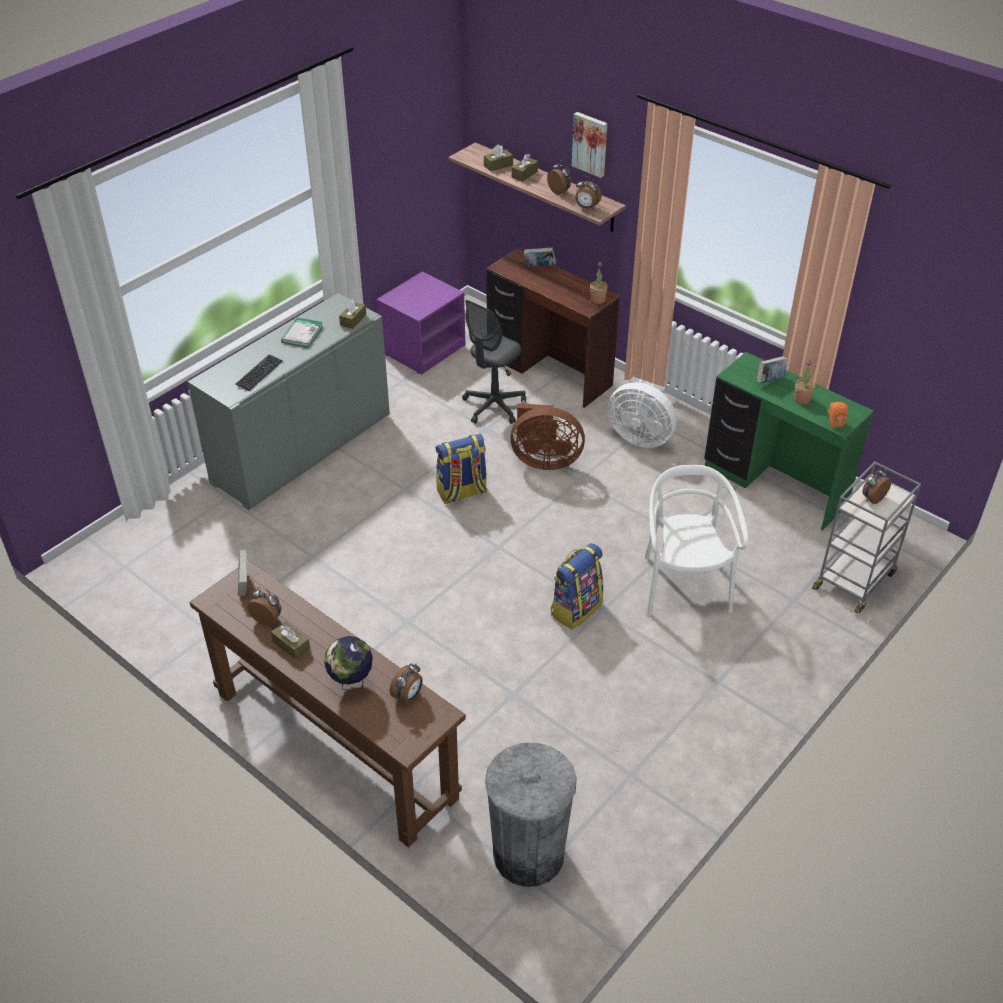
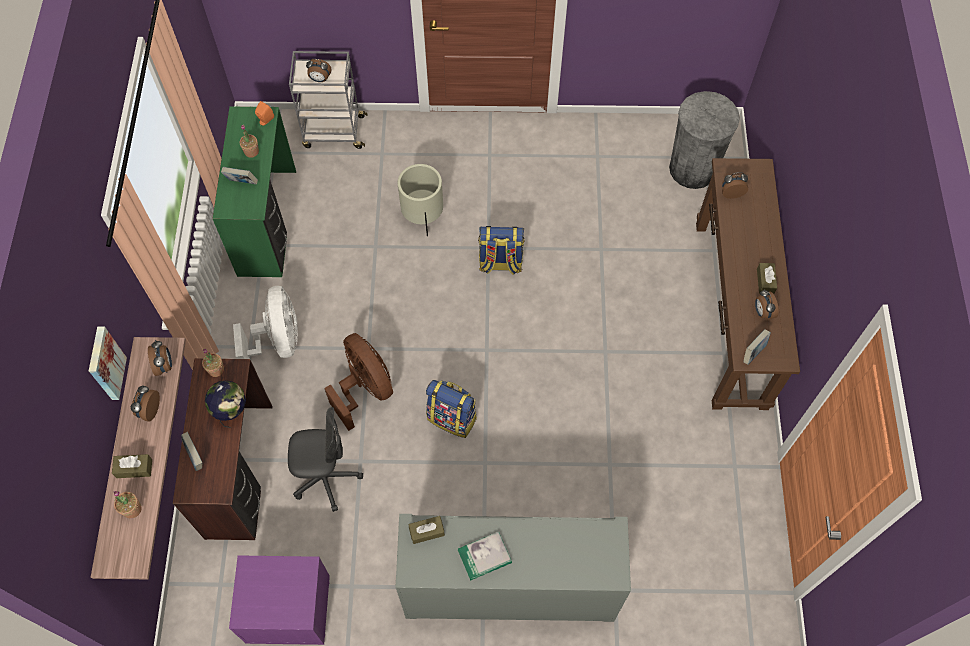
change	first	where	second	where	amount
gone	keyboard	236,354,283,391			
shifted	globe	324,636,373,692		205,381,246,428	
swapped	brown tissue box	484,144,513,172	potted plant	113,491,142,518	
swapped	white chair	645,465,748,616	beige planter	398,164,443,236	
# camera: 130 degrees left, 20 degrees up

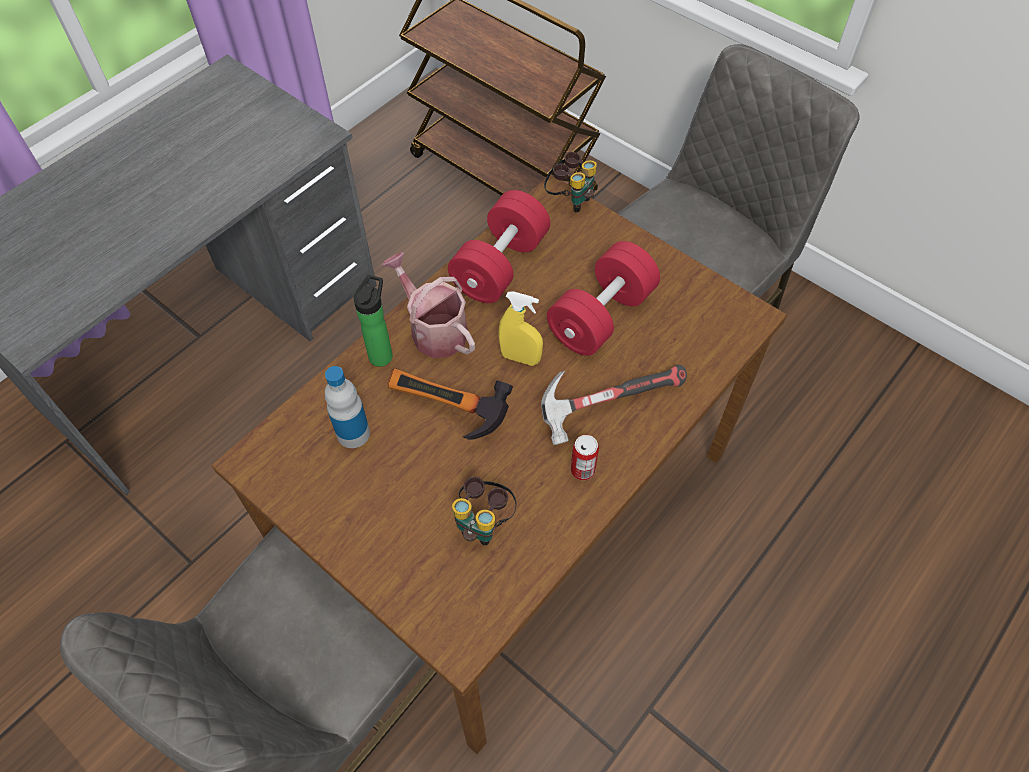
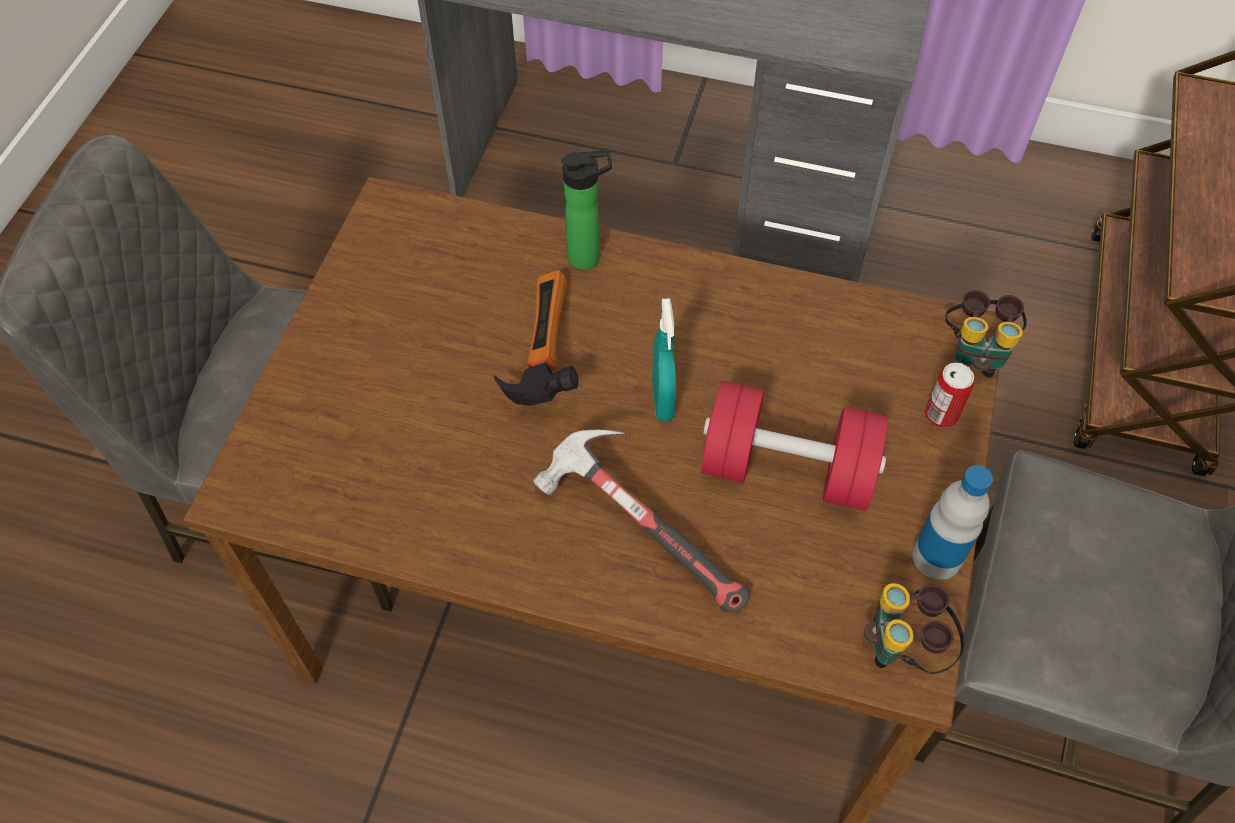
change	first	where	second	where	amount
gone	watering can	382,252,475,358			
gone	red dumbbell	448,190,550,303			
shifted	bottle	325,366,370,448		912,465,993,580	
shifted	binoculars	452,477,516,545		863,583,965,674	
shifted	can	571,435,599,480		925,363,974,428	
repainted	yellow spray bottle	498,291,543,366	turquoise spray bottle	652,298,676,422	
# camera: 65 degrees right, 0 degrees up

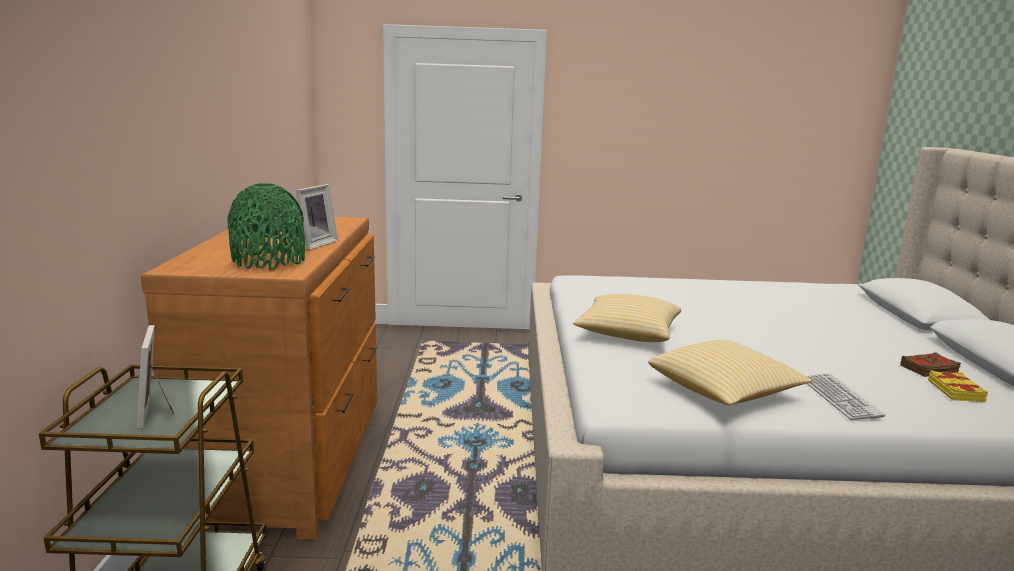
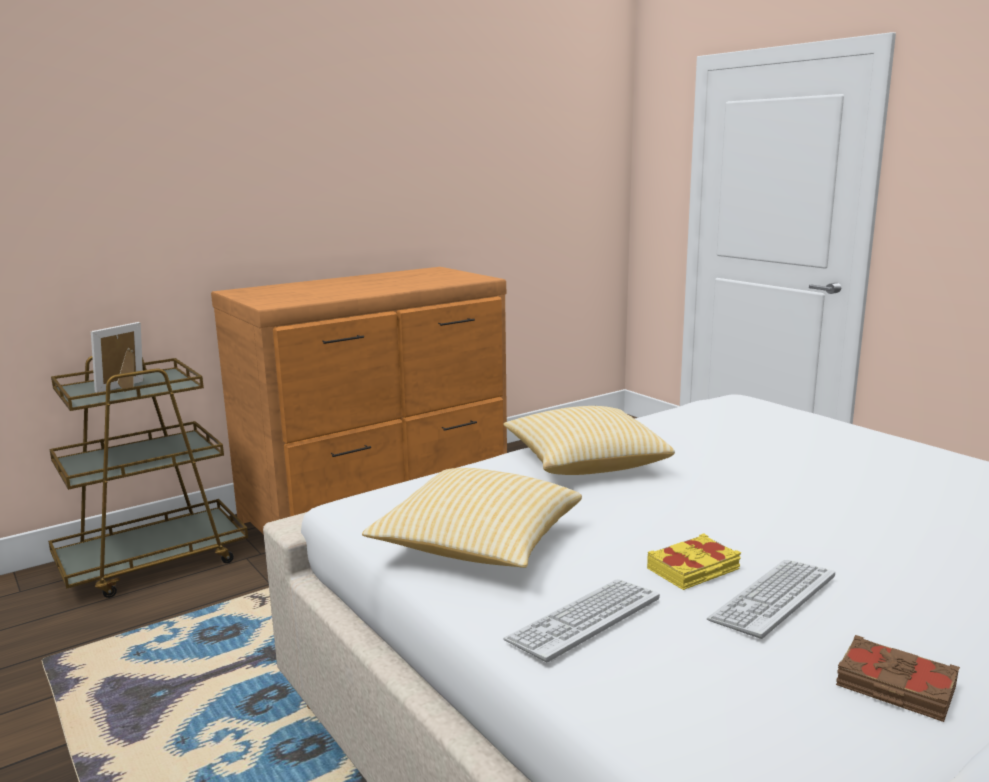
change	first	where	second	where	amount
gone	green vase	228,183,305,270			
gone	picture frame	296,184,338,250			
new			keyboard	707,560,835,639	
shifted	yellow book	928,370,988,402		647,533,741,590	
# camera: 55 degrees right, 0 degrees up

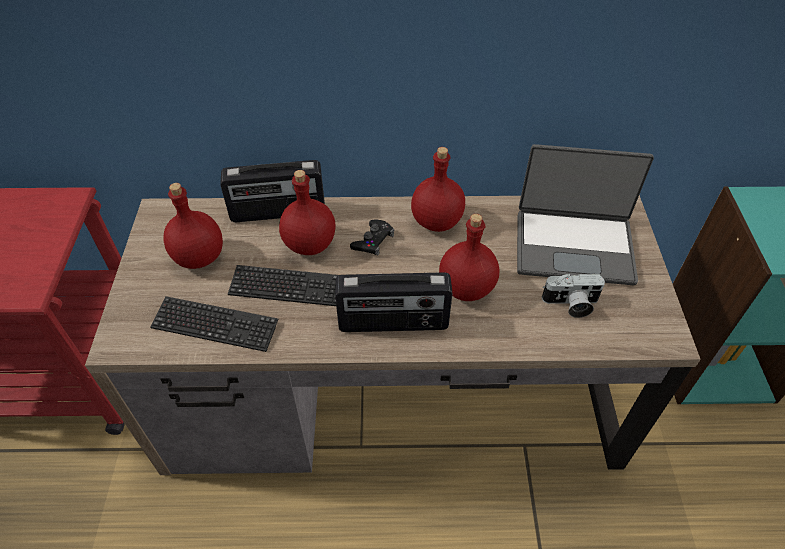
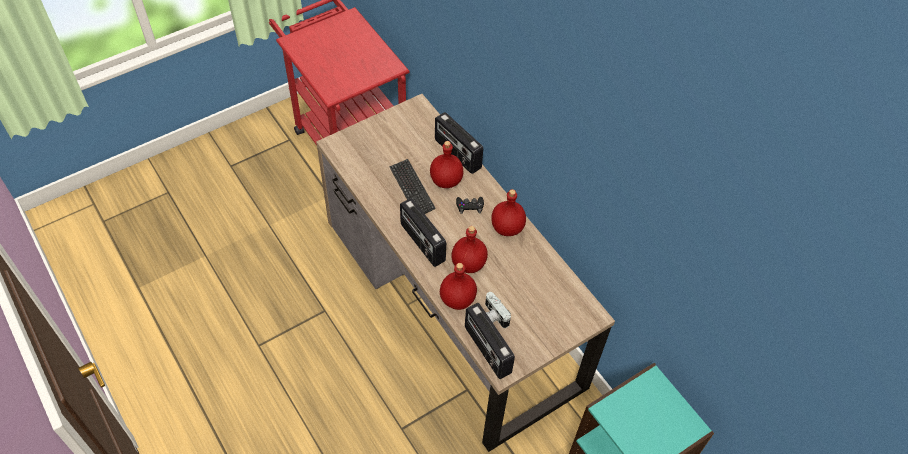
change	first	where	second	where	amount
gone	keyboard	150,296,278,352			
gone	laptop	517,144,654,285			
new			radio	465,303,515,379	
shifted	red bottle	164,183,223,269		440,263,477,310	
# camera: 55 degrees right, 5 degrees up

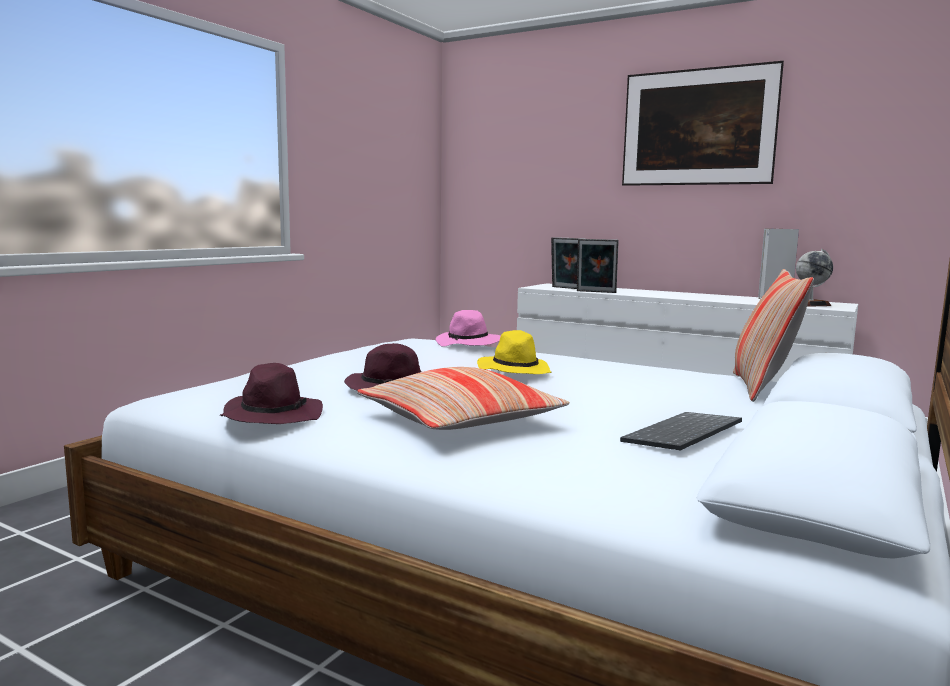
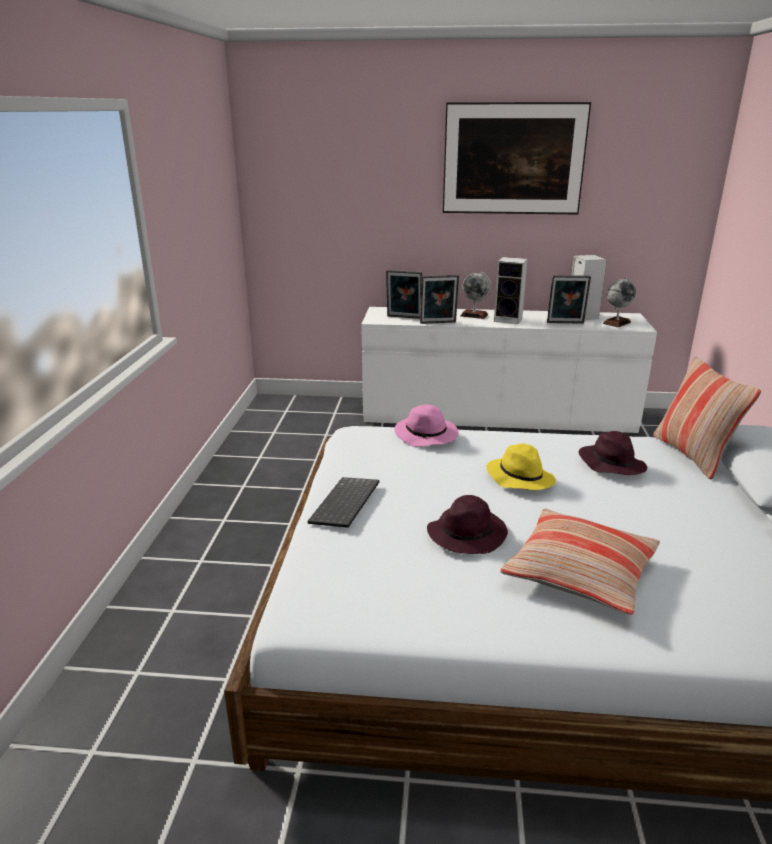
change	first	where	second	where	amount
new			globe	460,272,491,319	
new			speaker	494,257,527,324	
new			picture frame	547,275,591,324	
shifted	purple hat	220,363,323,424		579,431,647,475	
shifted	keyboard	620,412,742,451		307,477,379,528	
# camera: 25 degrees left, 15 degrees up

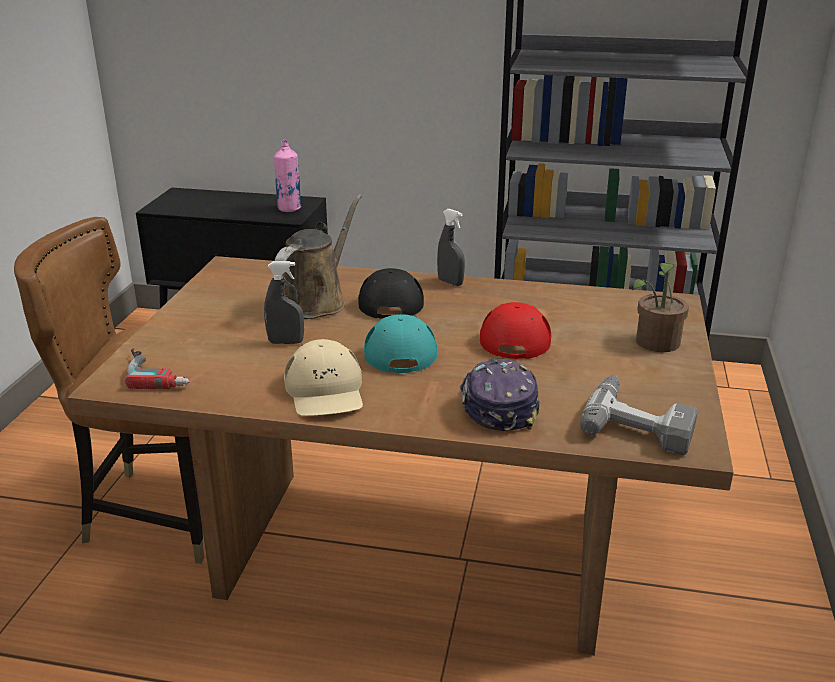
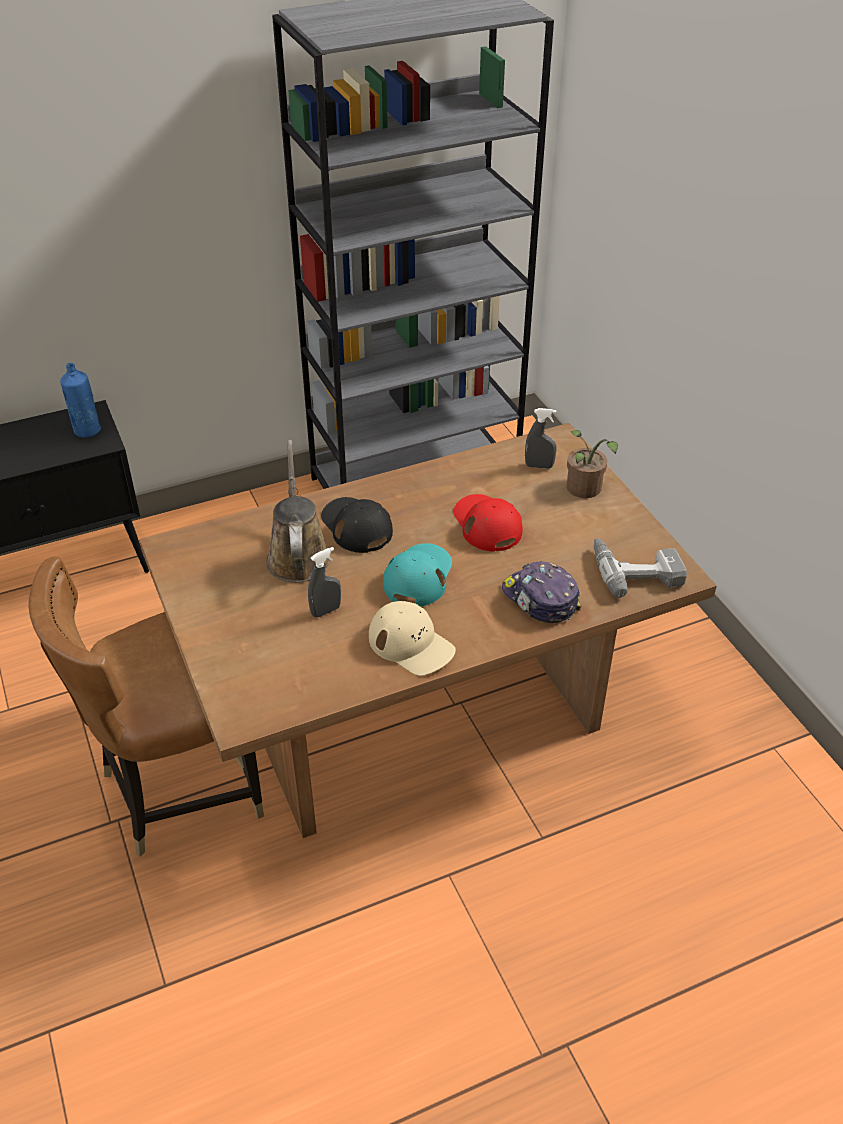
change	first	where	second	where	amount
gone	power drill	125,348,190,389			
shifted	grey spray bottle	437,209,465,286		525,408,557,469	
repainted	pink bottle	274,140,301,212	blue bottle	60,363,101,438	
rotated	turquoise cap	364,314,437,373		383,543,452,607	60 degrees clockwise
# camera: 35 degrees left, 15 degrees up

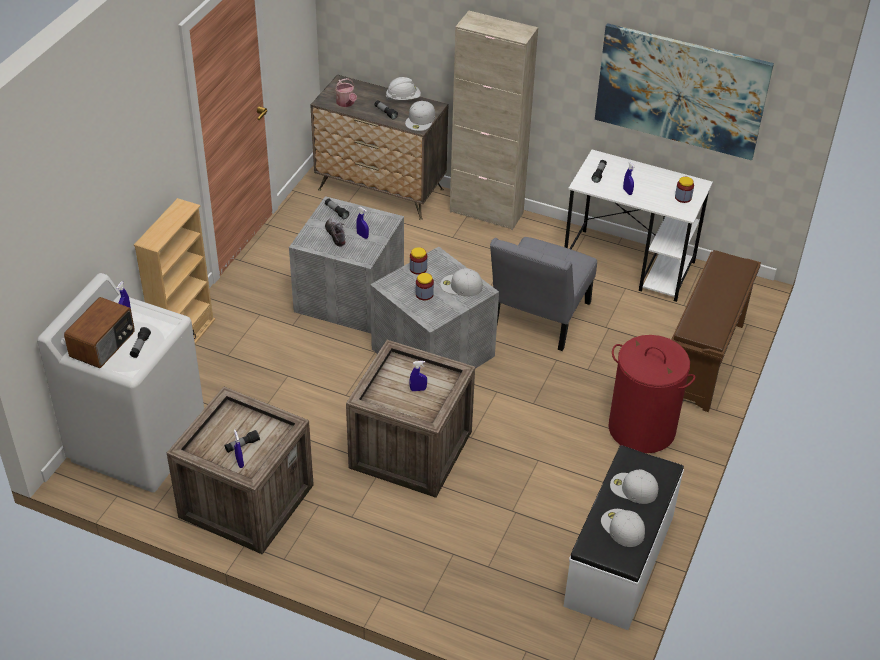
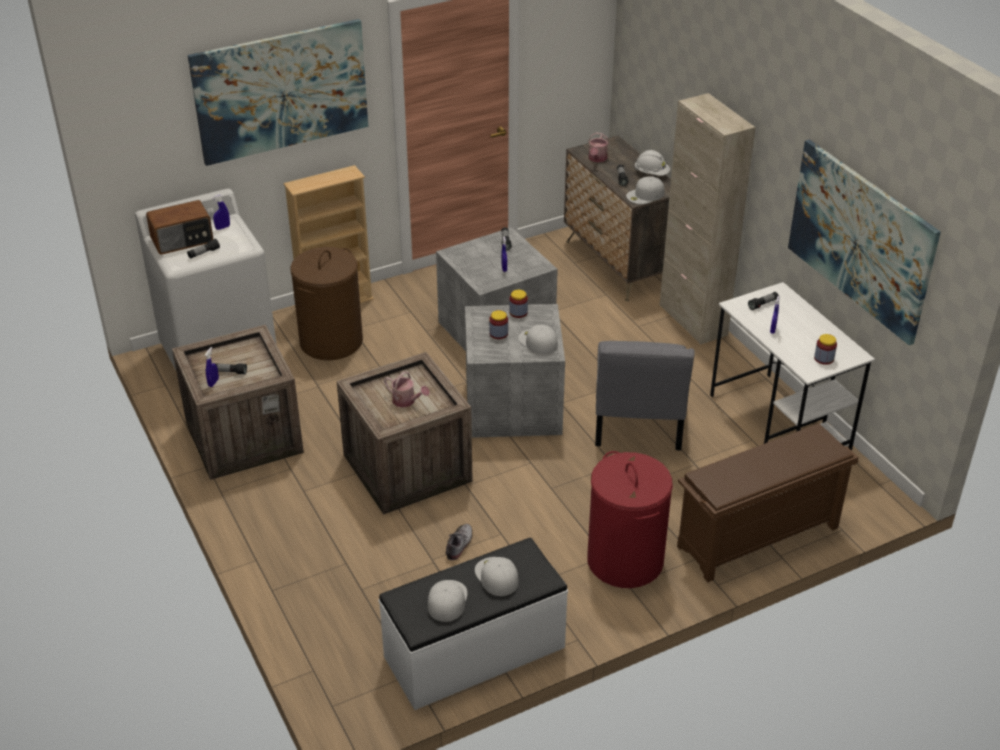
change	first	where	second	where	amount
new			picture	188,19,368,166	
new			brown laundry basket	290,247,363,360	
shifted	shoe	325,218,345,247		446,524,472,560	
swapped	blue spray bottle	409,361,427,391	watering can	384,372,430,408	
rotated	grey chair	490,237,597,351		595,341,695,450	60 degrees counterclockwise
# camera: 40 degrees right, 5 degrees down

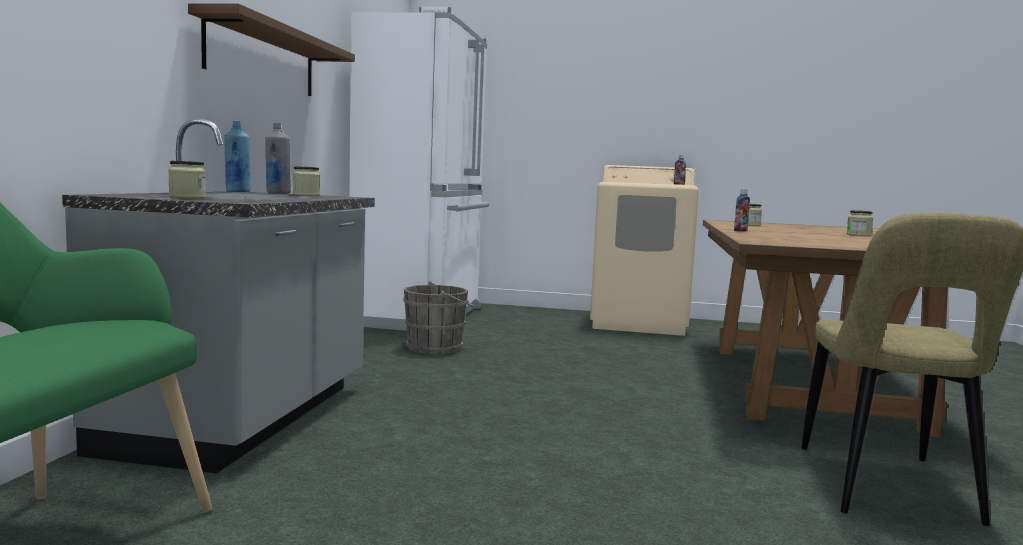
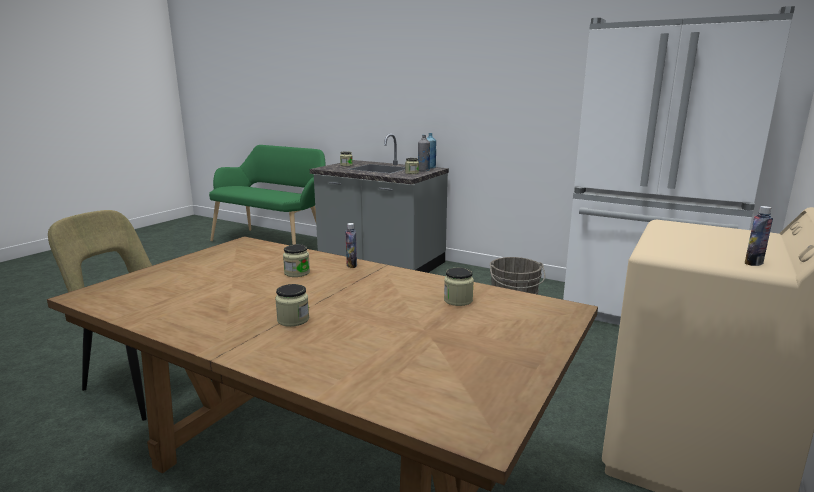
change	first	where	second	where	amount
gone	brown shelf	188,3,355,96			
new			jar	283,244,310,277	
# camera: 110 degrees right, 10 degrees up

